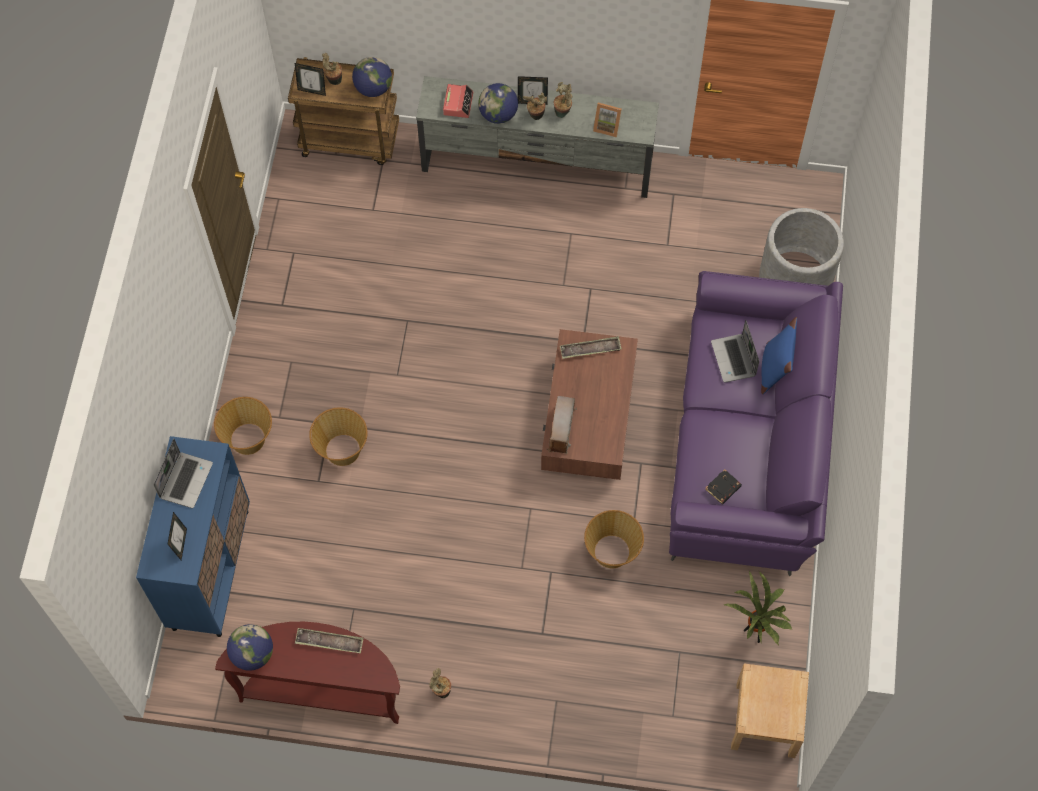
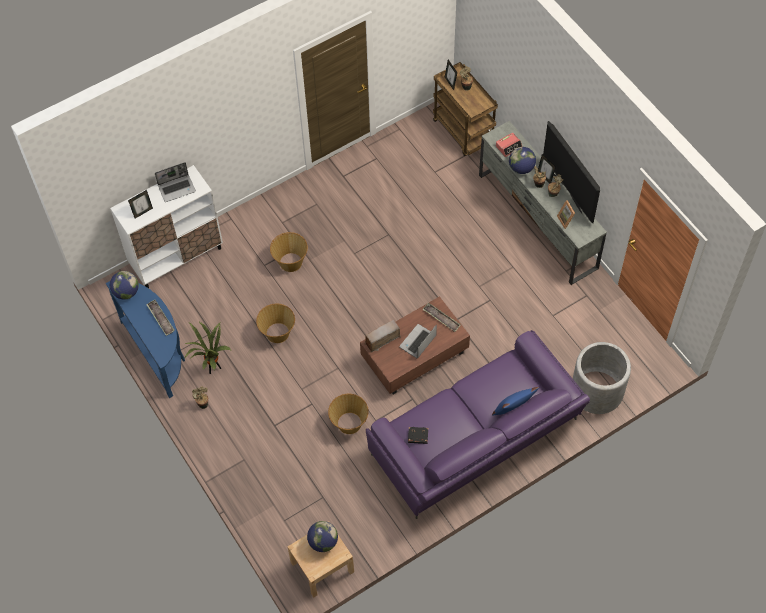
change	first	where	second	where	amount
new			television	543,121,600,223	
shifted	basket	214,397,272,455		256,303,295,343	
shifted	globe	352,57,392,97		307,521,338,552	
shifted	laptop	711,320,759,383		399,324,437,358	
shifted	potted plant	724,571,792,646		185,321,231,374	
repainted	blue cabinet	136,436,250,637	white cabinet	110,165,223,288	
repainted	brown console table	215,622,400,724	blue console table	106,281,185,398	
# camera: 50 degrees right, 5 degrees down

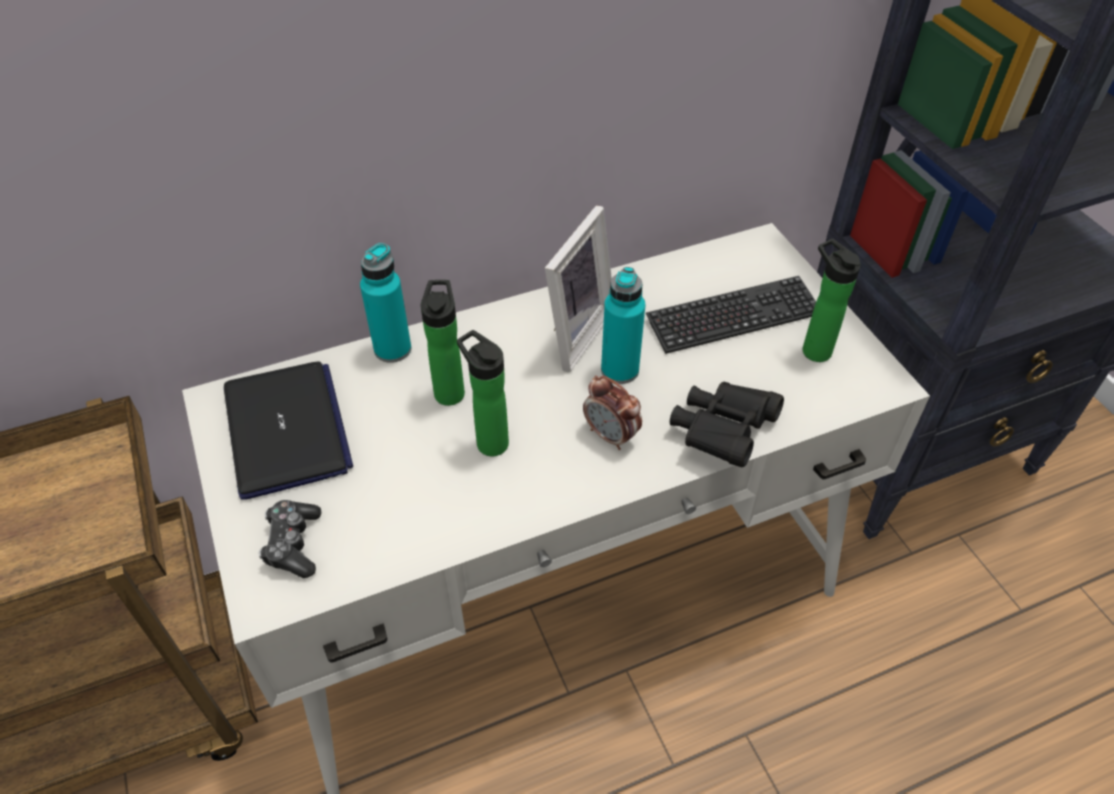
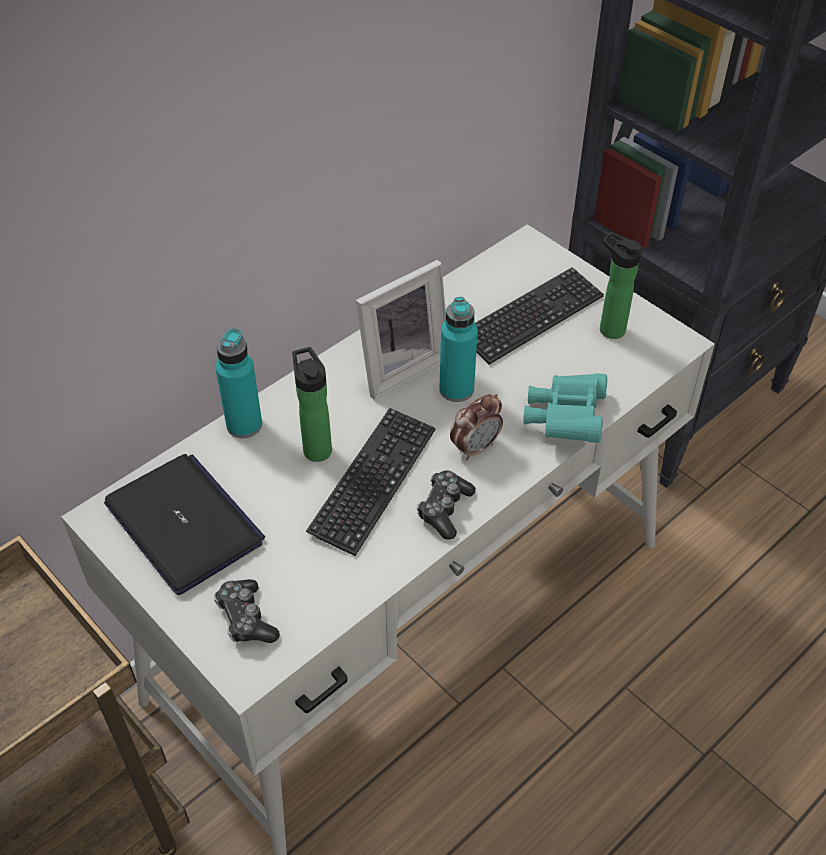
change	first	where	second	where	amount
new			game controller	417,470,476,539	
swapped	bottle	457,330,509,456	keyboard	306,408,436,556	
repainted	black binoculars	670,382,784,467	turquoise binoculars	524,373,607,442	
rotated	picture frame	545,205,612,372		356,260,446,400	45 degrees clockwise
rotated	alarm clock	583,375,642,450		450,394,503,460	60 degrees counterclockwise
# camera: 20 degrees left, 0 degrees up

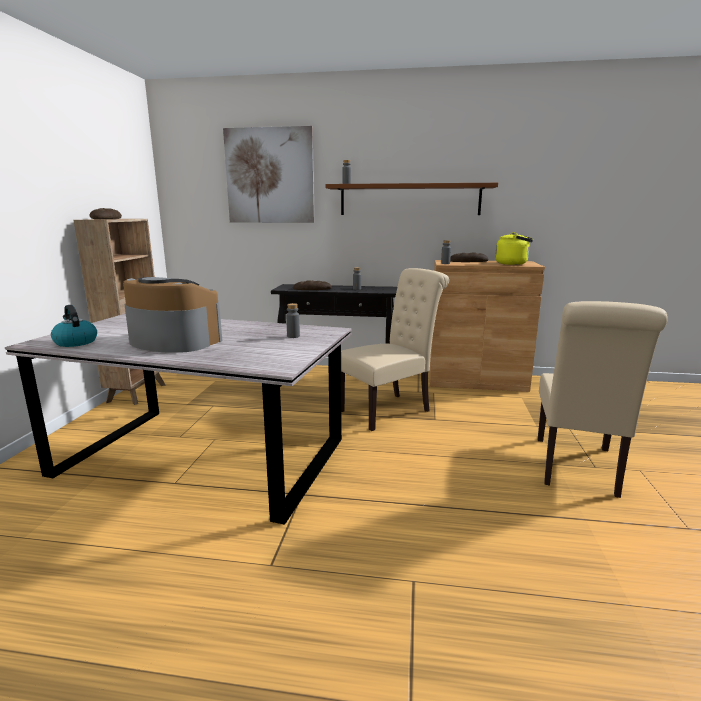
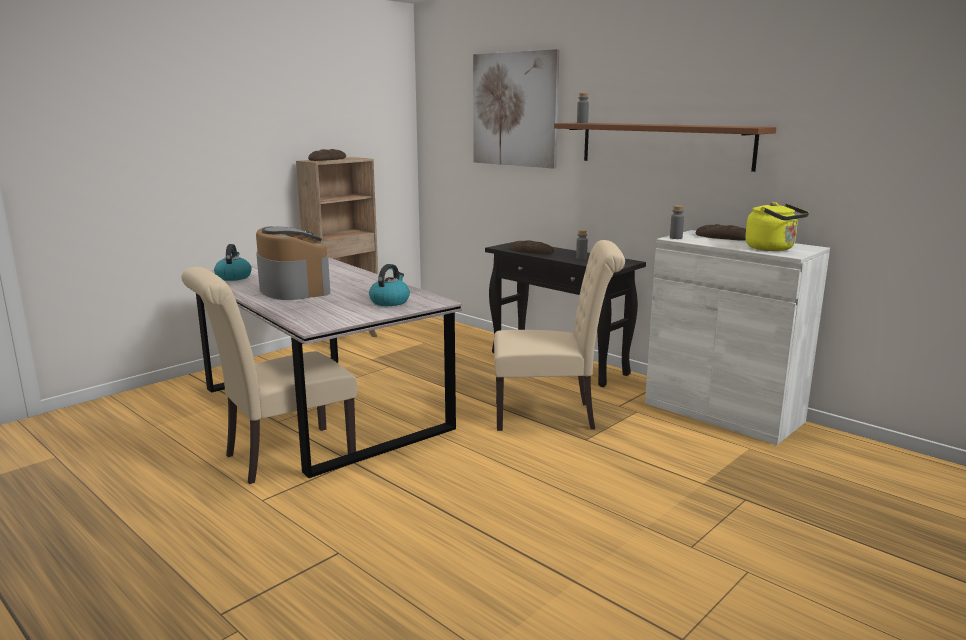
change	first	where	second	where	amount
shifted	beige chair	538,301,668,498		181,267,357,484	
swapped	grey bottle	286,303,300,338	kettle	369,264,410,306	
repainted	brown cabinet	429,260,545,392	white cabinet	645,230,830,445	
# camera: 35 degrees right, 0 degrees up

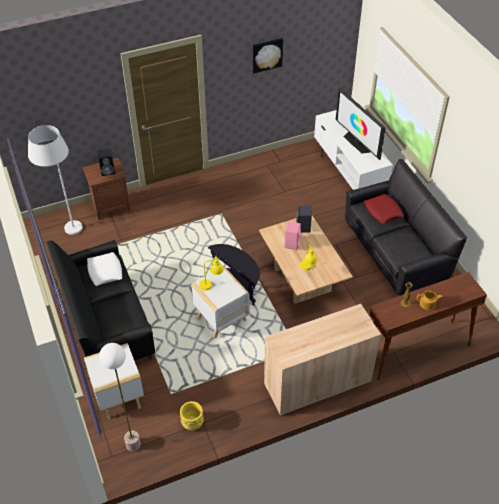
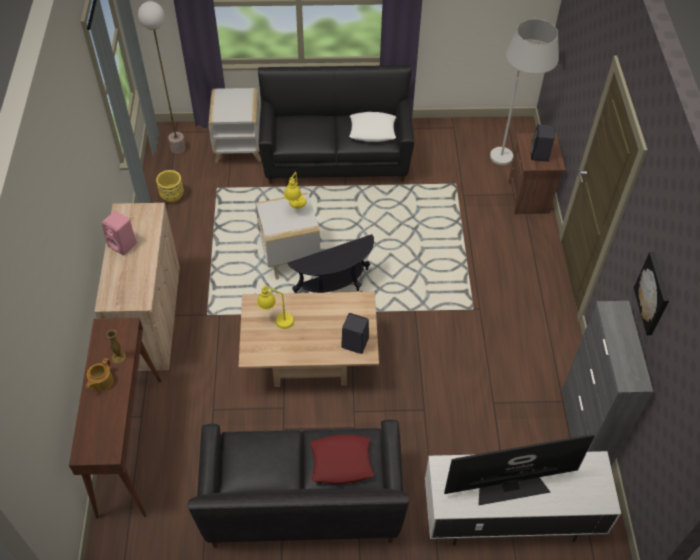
change	first	where	second	where	amount
new			grey cabinet	562,301,653,466	
shifted	pink speaker	284,221,301,250		102,211,137,255	
# camera: 110 degrees right, 5 degrees up

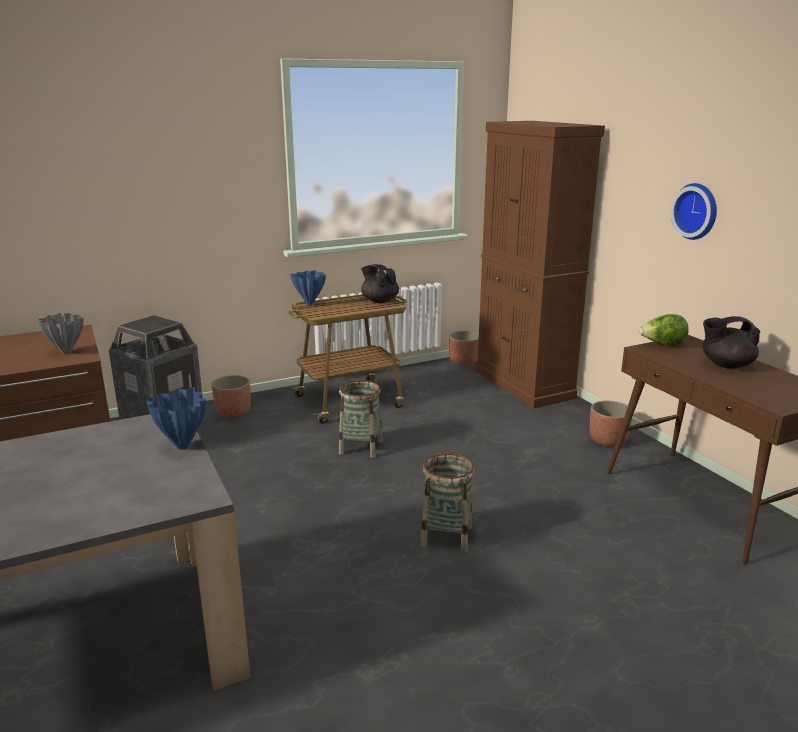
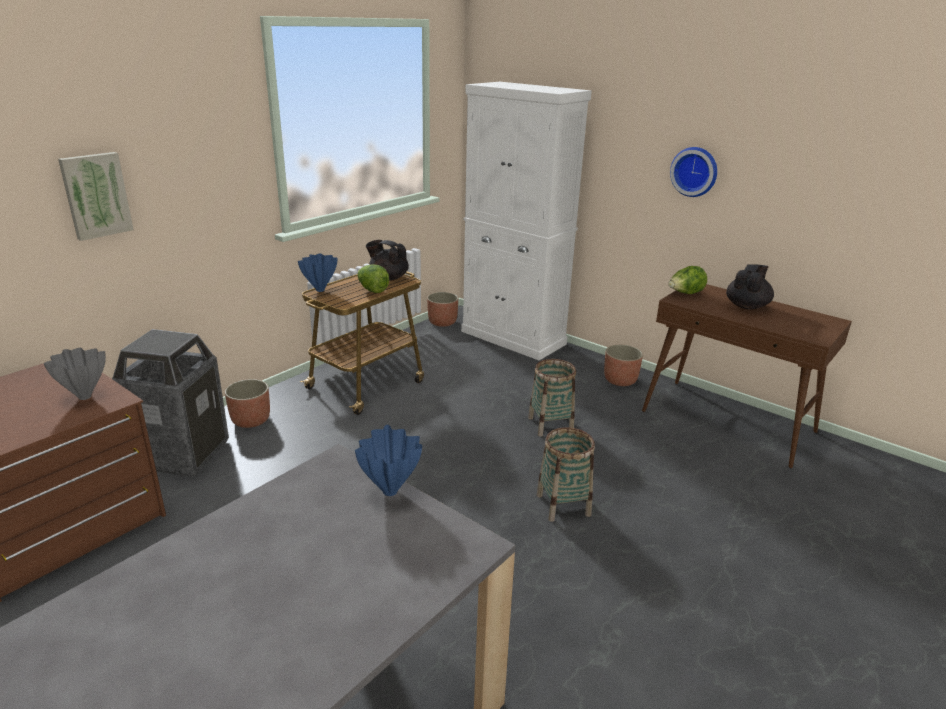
change	first	where	second	where	amount
new			picture	58,152,134,241	
new			lettuce	357,265,389,293	
shifted	basket	339,380,383,458		528,359,576,436	
repainted	brown cabinet	476,121,605,408	white cabinet	461,82,592,360	
rotated	black teapot	702,316,760,369		726,264,774,309	150 degrees clockwise
# camera: 25 degrees left, 5 degrees up

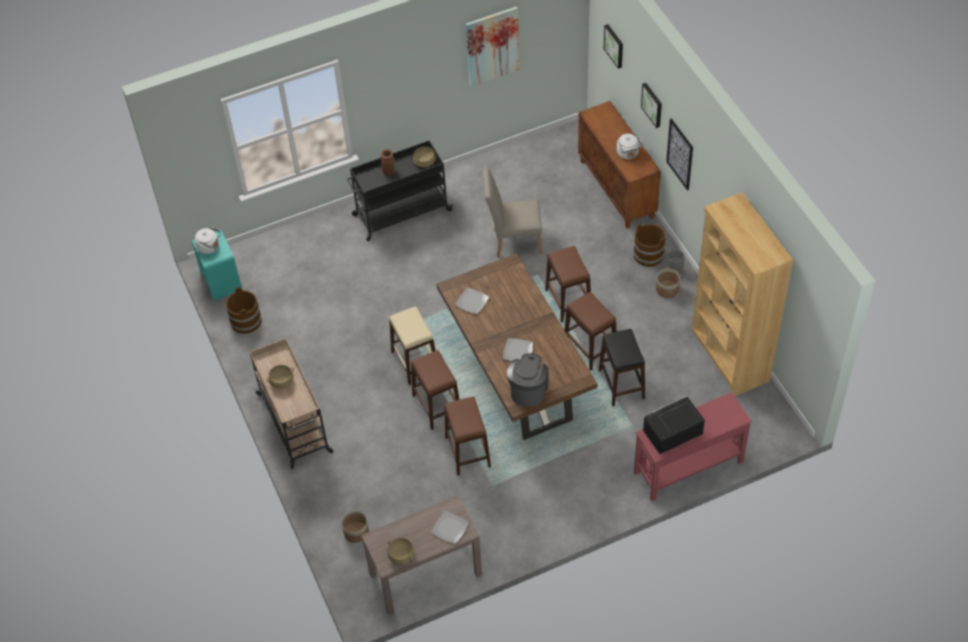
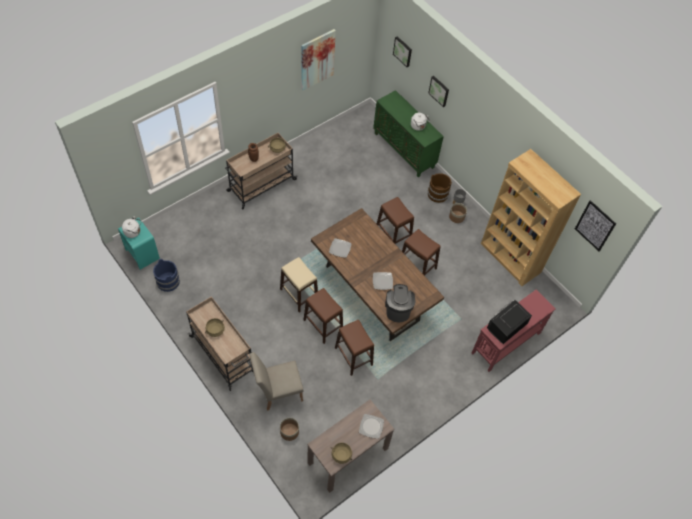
change	first	where	second	where	amount
gone	black stool	599,329,645,407			
shifted	beige chair	482,168,542,257		249,352,303,410	
shifted	picture	666,118,693,190		575,200,616,251	
repainted	brown bucket	226,287,262,334	blue bucket	153,259,180,292	
repainted	black cart	347,140,453,241	beige cart	225,133,297,209	
repainted	brown cabinet	578,101,661,228	green cabinet	373,90,444,177	
# camera: 20 degrees left, 5 degrees up

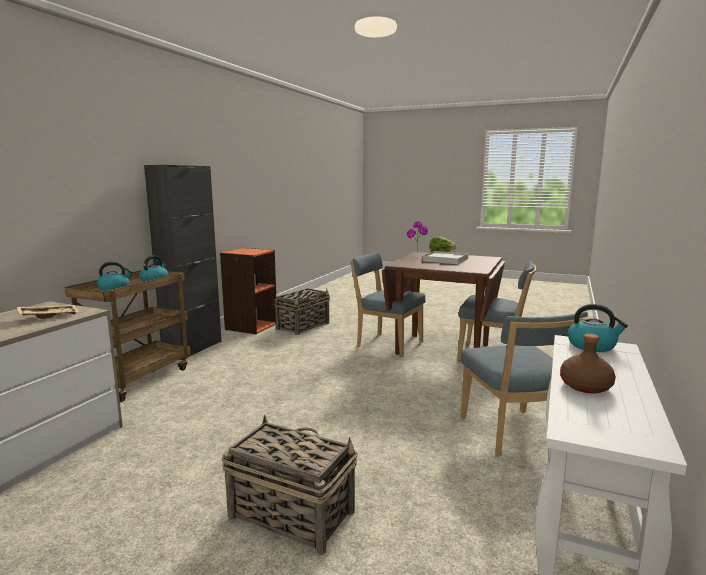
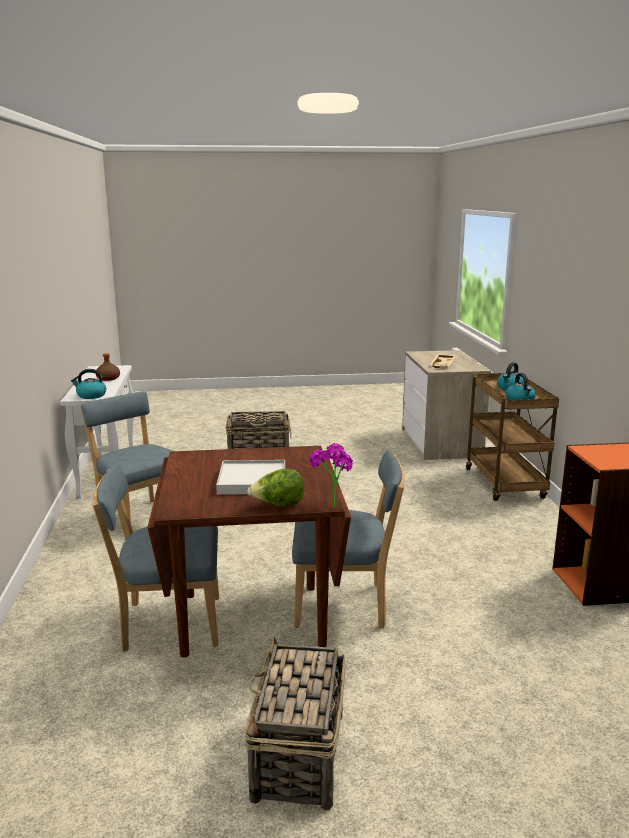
change	first	where	second	where	amount
gone	black cabinet	144,165,222,360			
shifted	basket	274,288,330,335		245,636,346,810	
# camera: 150 degrees right, 5 degrees up

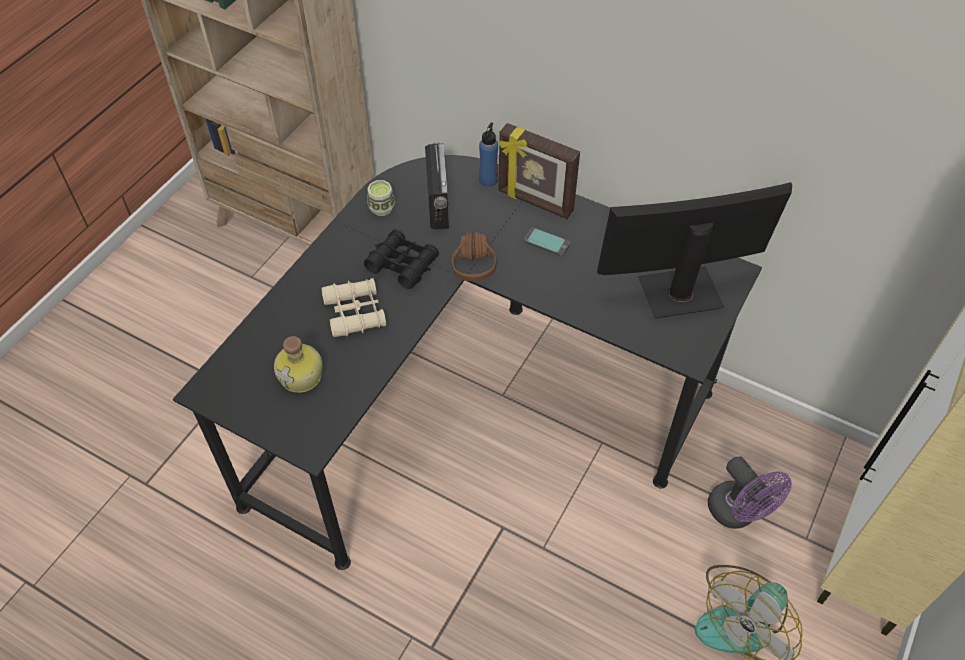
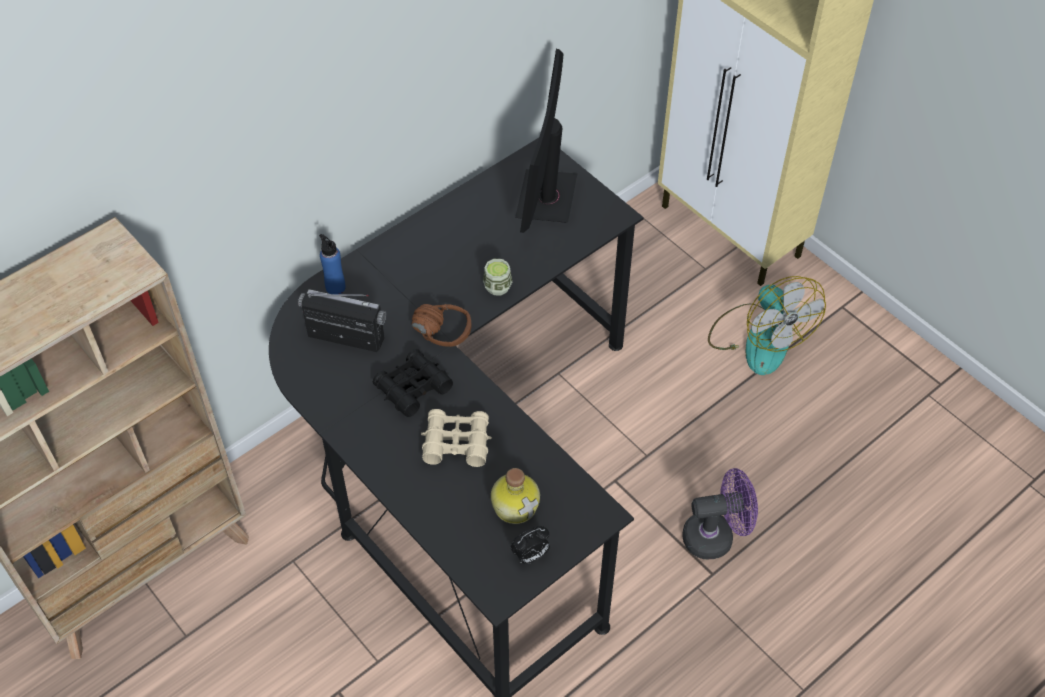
change	first	where	second	where	amount
gone	picture frame	498,123,580,219			
gone	phone	524,227,571,257			
new			alarm clock	510,526,550,564	
shifted	cup	367,180,395,216		483,259,512,296	
shifted	purple fan	708,457,792,529		682,468,758,559	
# camera: 70 degrees left, 0 degrees up

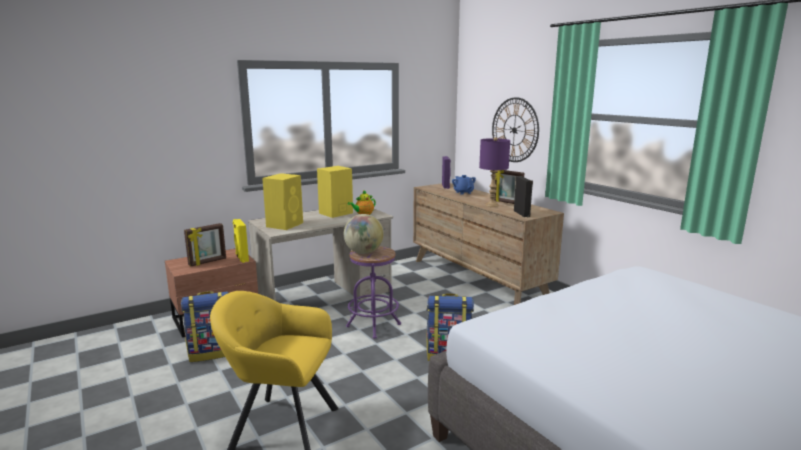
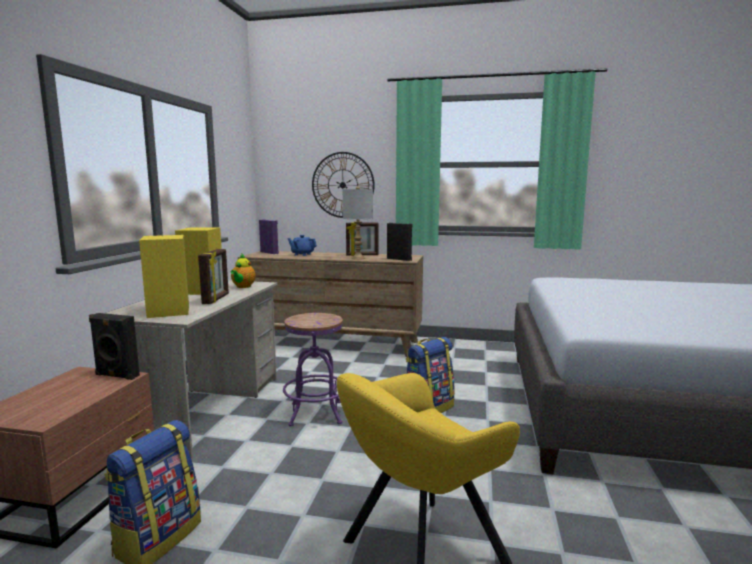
change	first	where	second	where	amount
gone	globe	344,214,384,254			
shifted	picture frame	184,223,226,267		198,249,229,304	
repainted	yellow speaker	233,219,249,263	black speaker	89,313,140,380	
repainted	purple table lamp	479,137,510,207	grey table lamp	343,186,373,260	
# camera: 45 degrees left, 5 degrees down

